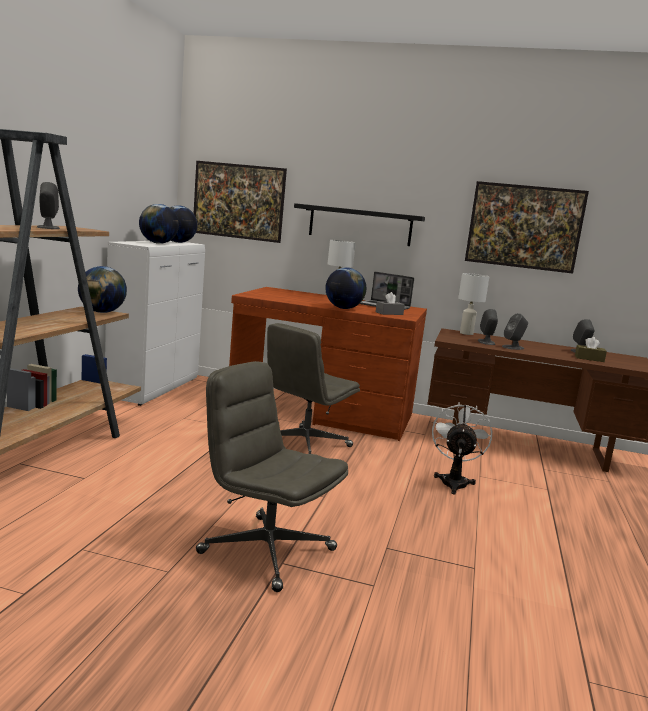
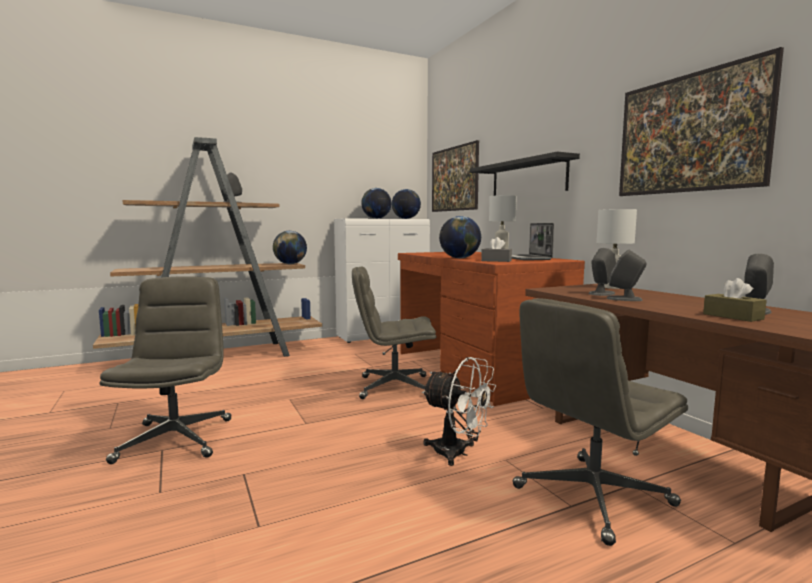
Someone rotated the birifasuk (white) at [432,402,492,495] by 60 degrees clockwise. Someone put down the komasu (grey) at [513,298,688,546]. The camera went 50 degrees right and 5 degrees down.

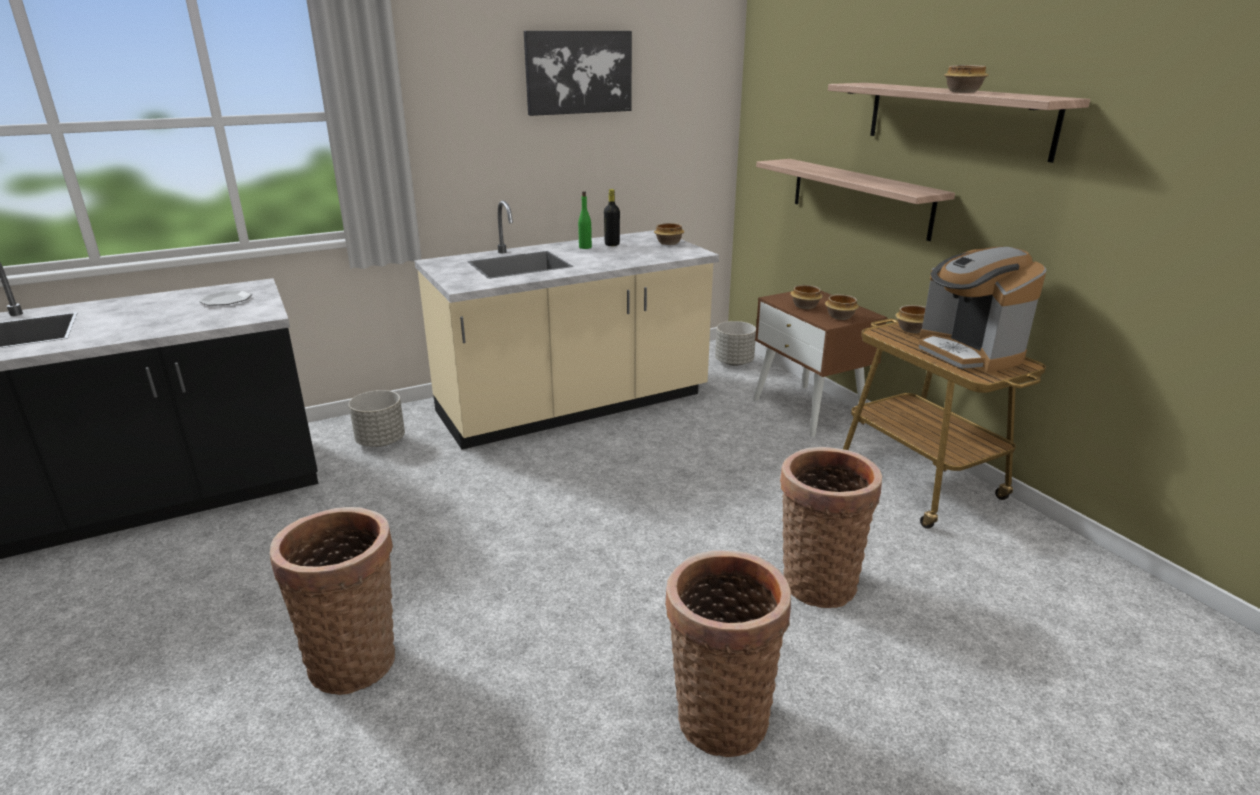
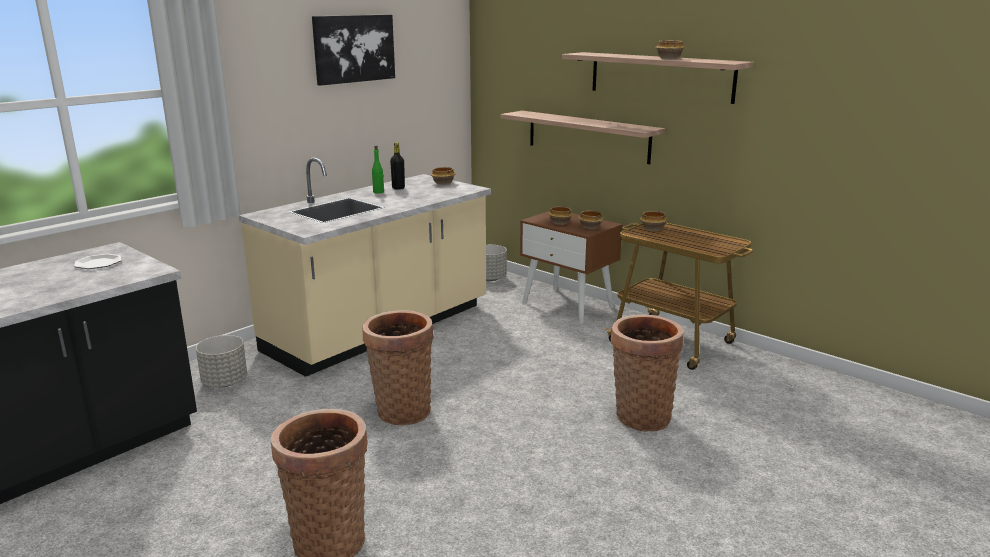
Someone took away the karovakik at [918,246,1047,372]. Someone carried the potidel from [665,550,791,757] to [362,310,434,425]. The camera went 20 degrees left and 5 degrees down.

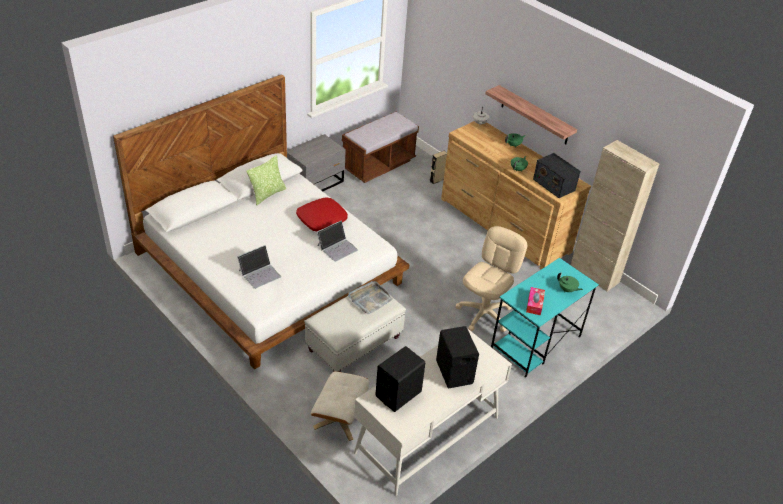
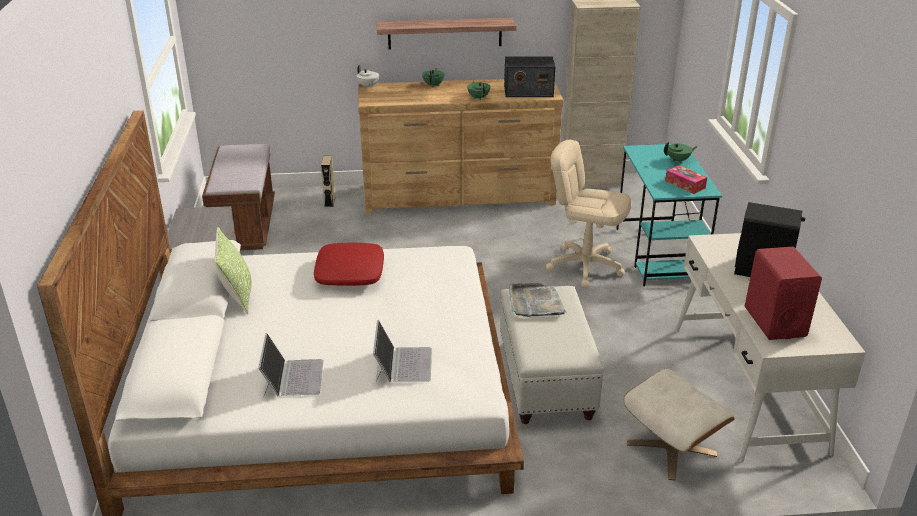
Someone carried the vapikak from [317,220,358,262] to [258,333,324,396]. Someone rotated the komasu (beige) at [455,226,527,332] by 45 degrees counterclockwise. Someone repainted the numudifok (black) at [375,346,425,412], which became the numudifok (red) at [745,247,822,340]. The camera went 50 degrees left and 10 degrees down.

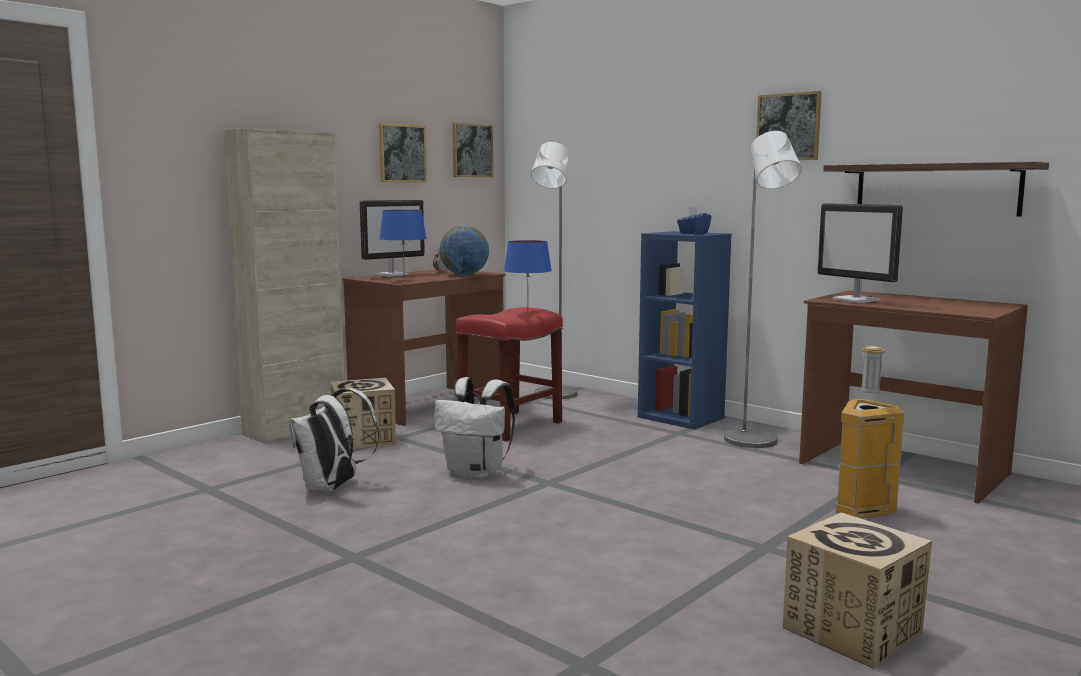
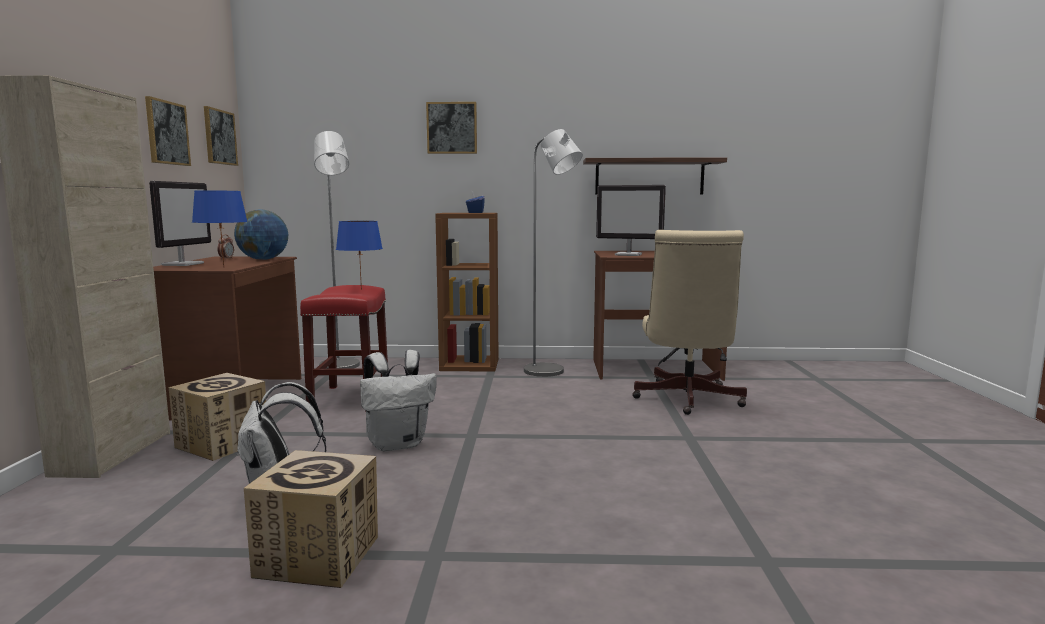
Someone carried the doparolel from [756,91,822,160] to [426,102,477,154]. Someone repainted the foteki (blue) at [638,231,731,430], which became the foteki (brown) at [435,213,498,372]. Someone swapped the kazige at [835,346,904,518] for the komasu (beige) at [632,230,747,415]. Someone carried the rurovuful from [783,512,932,669] to [244,450,378,588]. The camera went 40 degrees left and 0 degrees up.

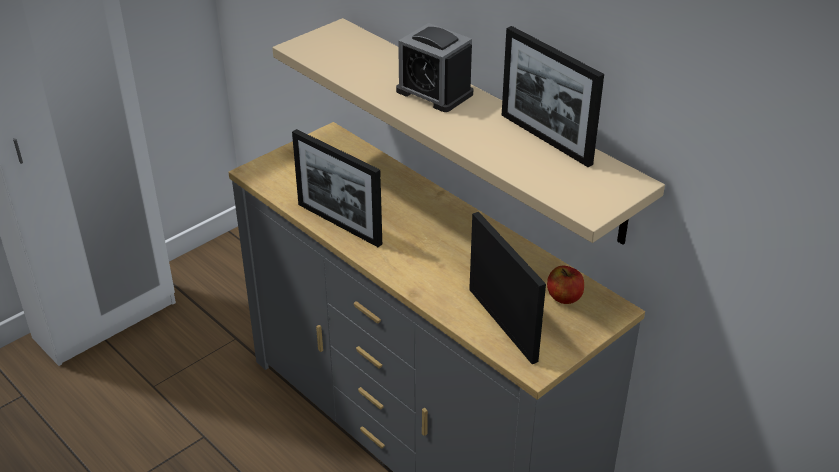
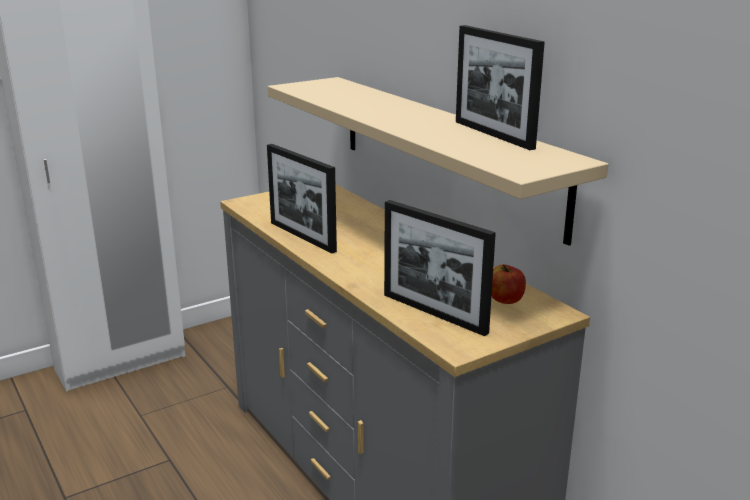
Someone took away the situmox at [396,23,473,112]. Someone rotated the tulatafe at [469,212,546,364] by 150 degrees clockwise. The camera went 10 degrees right and 15 degrees down.

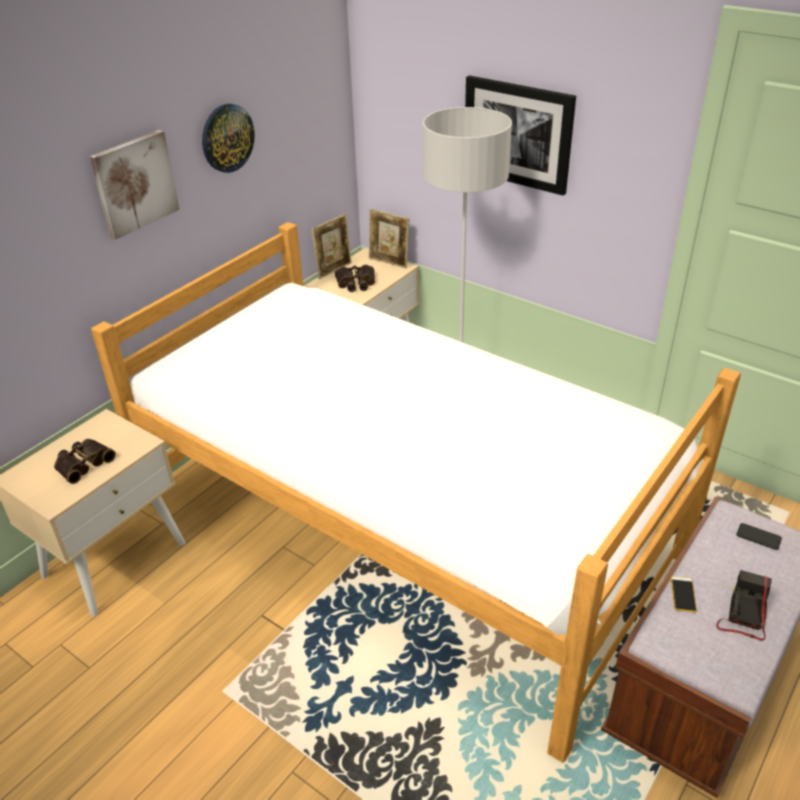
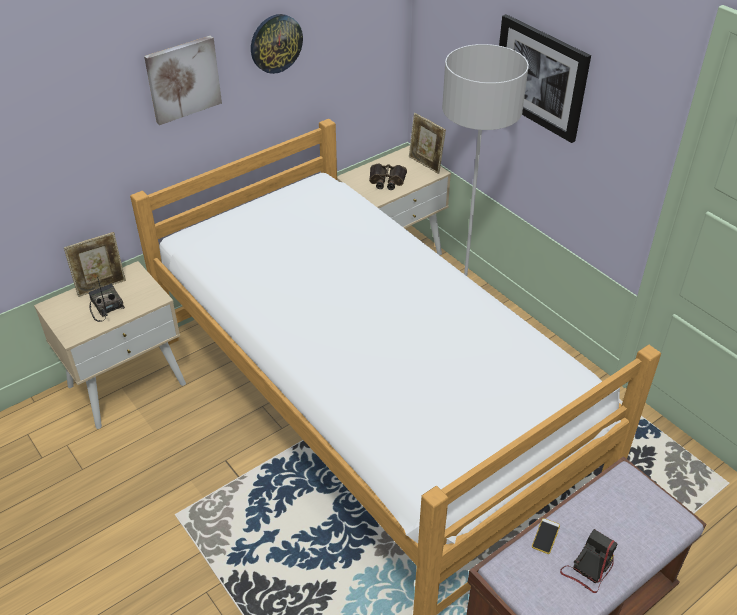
Someone carried the tulatafe from [312,214,352,279] to [64,232,126,297]. Someone swapped the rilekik at [54,439,116,484] for the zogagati at [88,277,125,322]. Someone took away the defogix at [737,523,782,550]. The camera went 15 degrees right and 5 degrees up.

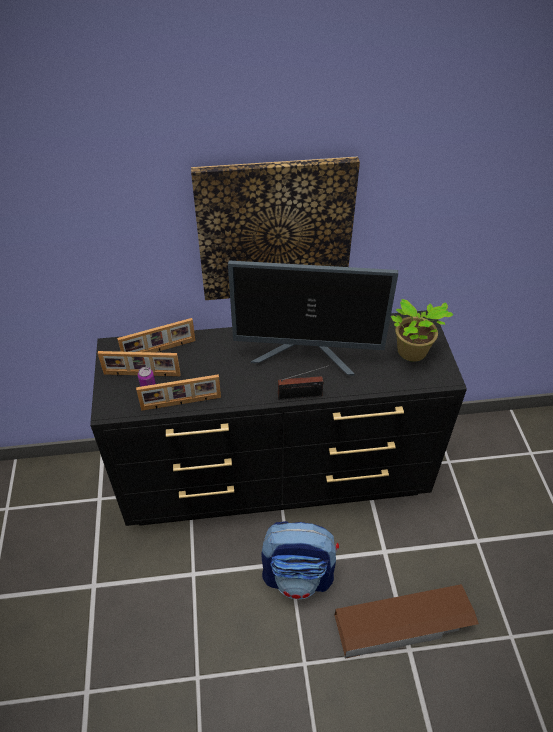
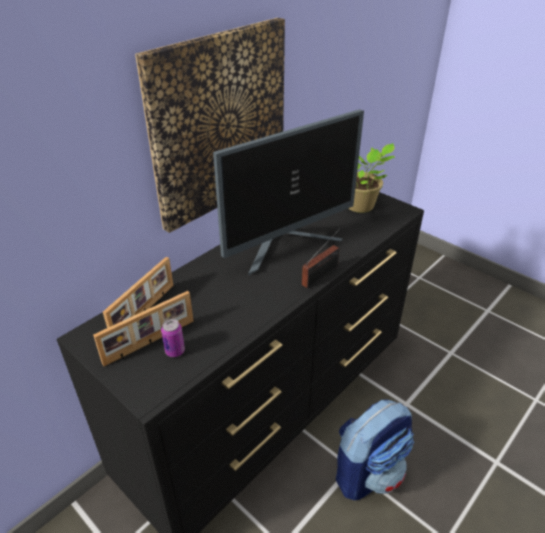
Someone took away the tulatafe at [136,374,221,411]. Someone took away the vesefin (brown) at [335,584,479,659]. The camera went 40 degrees left and 10 degrees down.

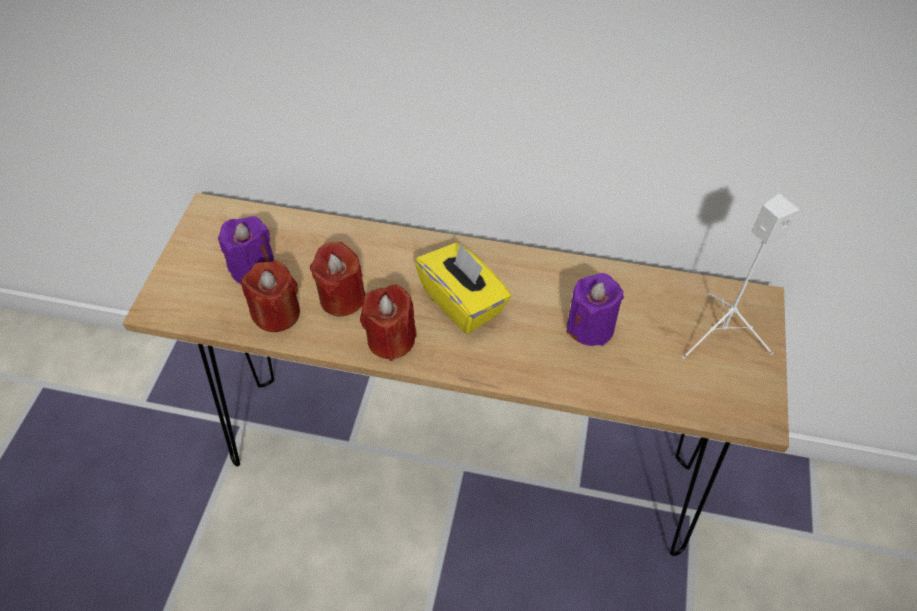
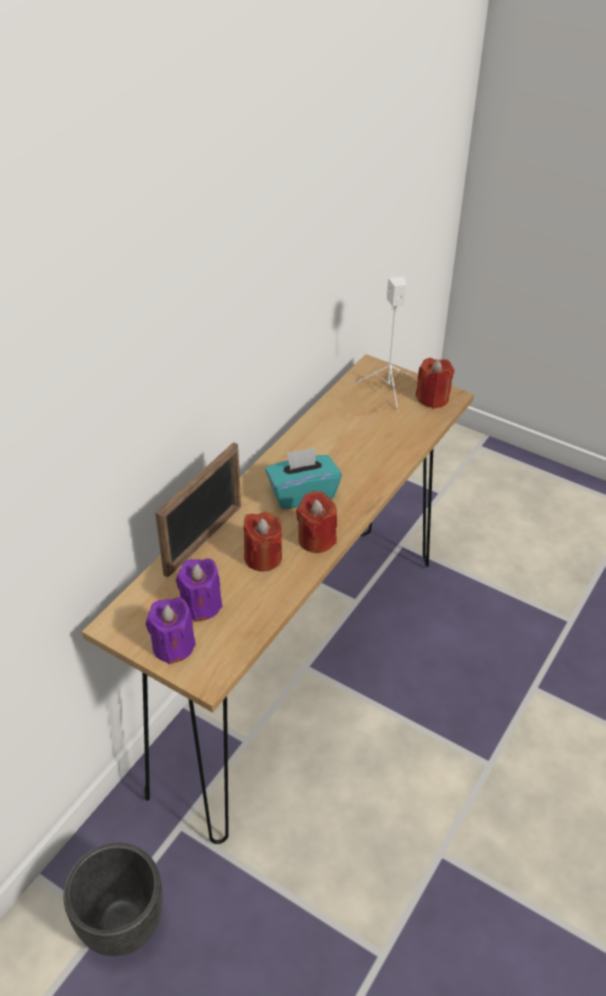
Someone repainted the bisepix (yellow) at [415,242,511,334], which became the bisepix (turquoise) at [265,448,342,510]. Someone carried the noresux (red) from [241,261,300,332] to [416,358,454,409]. Someone carried the noresux (purple) from [566,273,624,346] to [146,597,196,664]. Someone put down the tulatafe at [155,442,241,577]. Someone put down the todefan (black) at [63,843,163,956]. The camera went 70 degrees left and 10 degrees down.

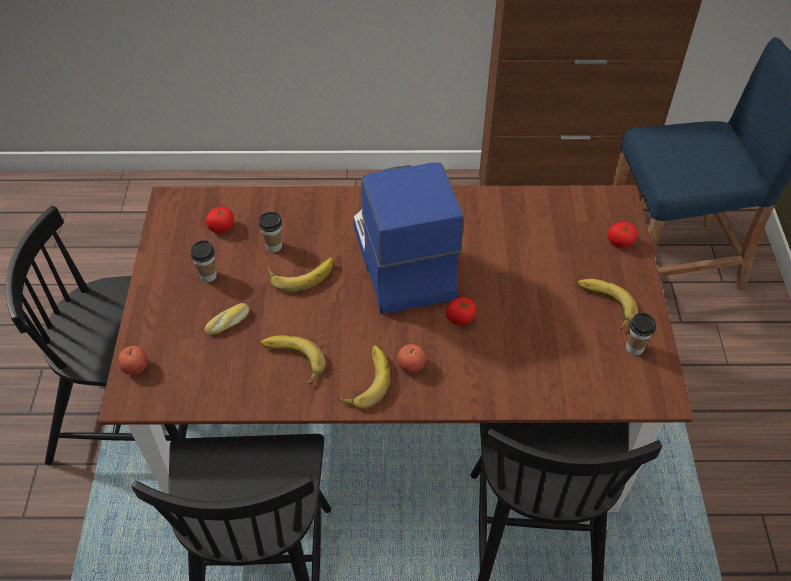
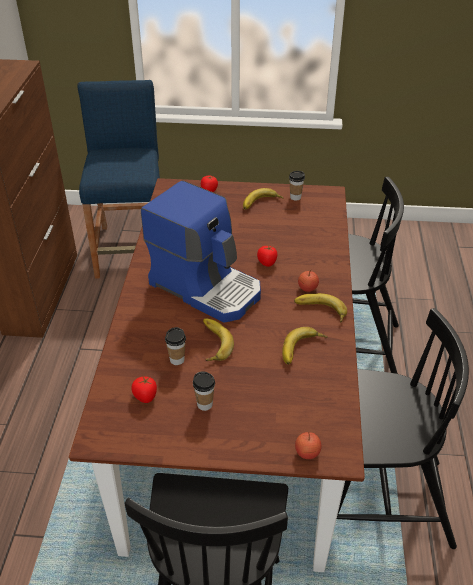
Someone rotated the karovakik at [353,162,464,314] by 135 degrees counterclockwise. Someone took away the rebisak at [204,303,250,334]. The camera went 85 degrees left and 10 degrees down.

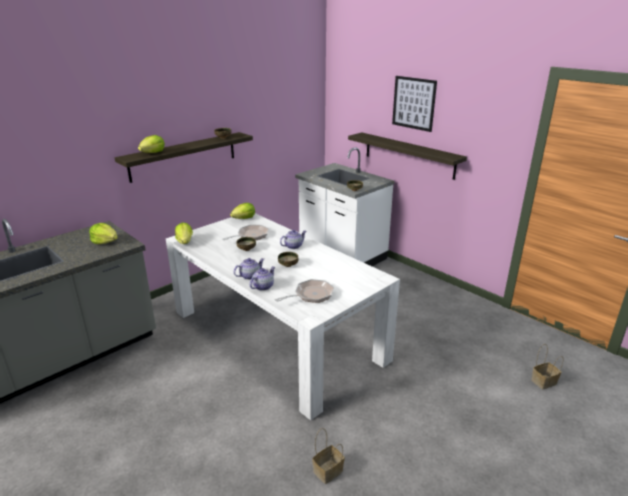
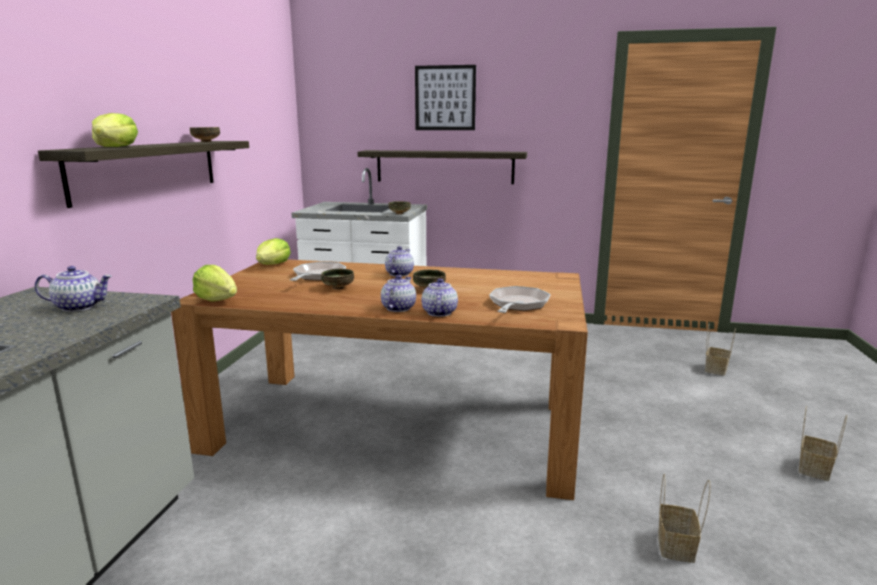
Someone repainted the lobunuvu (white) at [166,213,400,421], which became the lobunuvu (brown) at [171,259,588,500]. Someone swapped the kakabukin at [89,223,118,244] for the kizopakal at [35,266,112,312]. Someone put down the potidel at [799,406,847,481]. The camera went 35 degrees left and 10 degrees down.

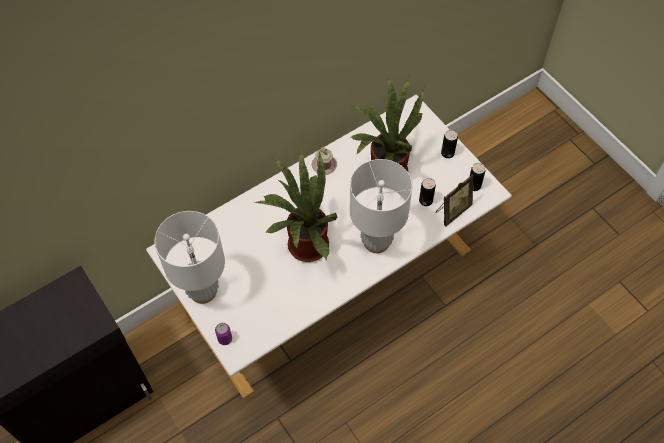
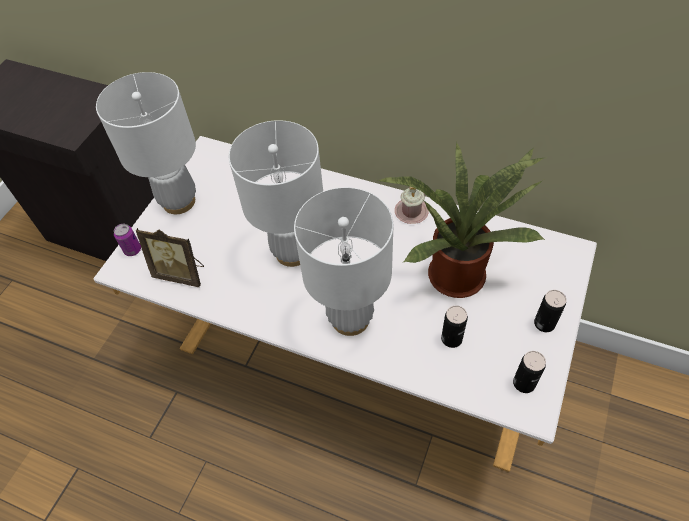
Someone swapped the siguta at [255,149,337,262] for the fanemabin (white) at [229,120,323,267]. Someone carried the tulatafe from [436,174,473,226] to [136,228,204,287]. The camera went 60 degrees right and 5 degrees down.

